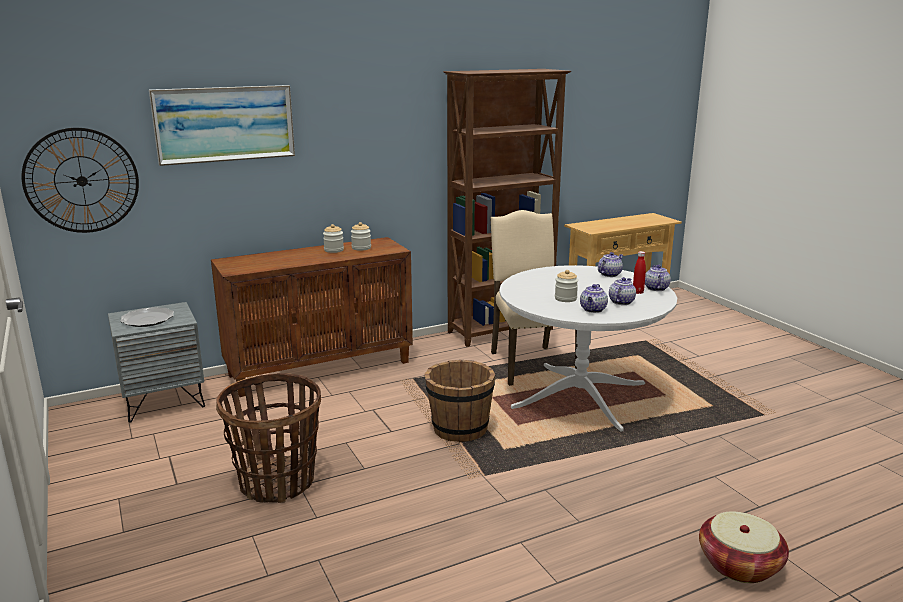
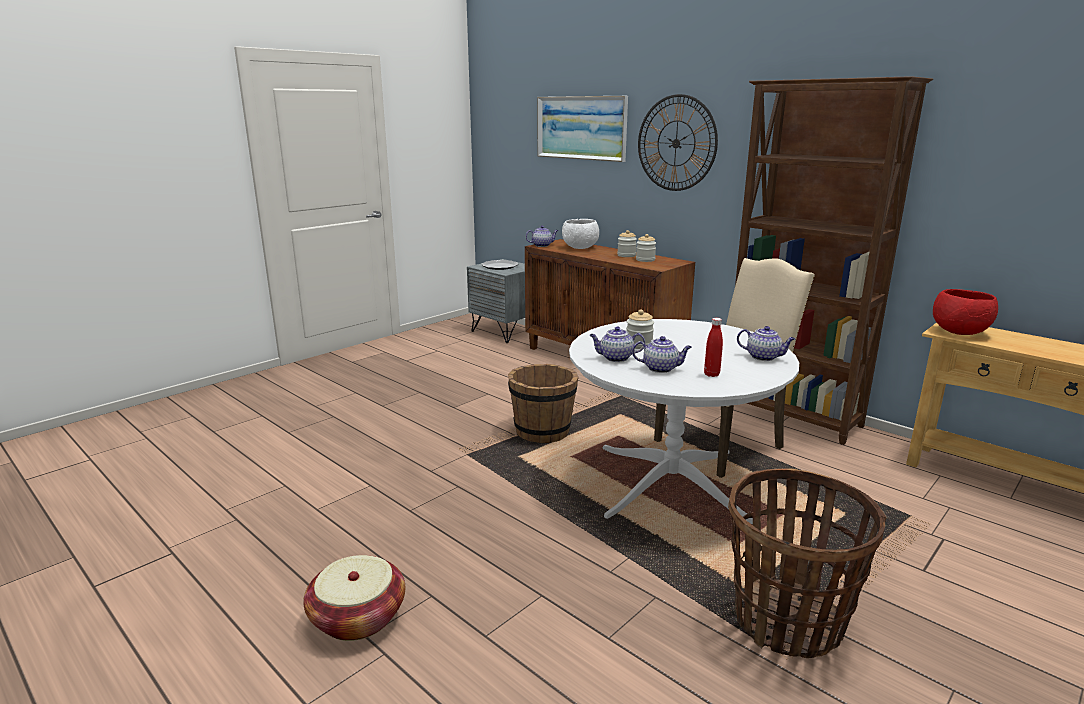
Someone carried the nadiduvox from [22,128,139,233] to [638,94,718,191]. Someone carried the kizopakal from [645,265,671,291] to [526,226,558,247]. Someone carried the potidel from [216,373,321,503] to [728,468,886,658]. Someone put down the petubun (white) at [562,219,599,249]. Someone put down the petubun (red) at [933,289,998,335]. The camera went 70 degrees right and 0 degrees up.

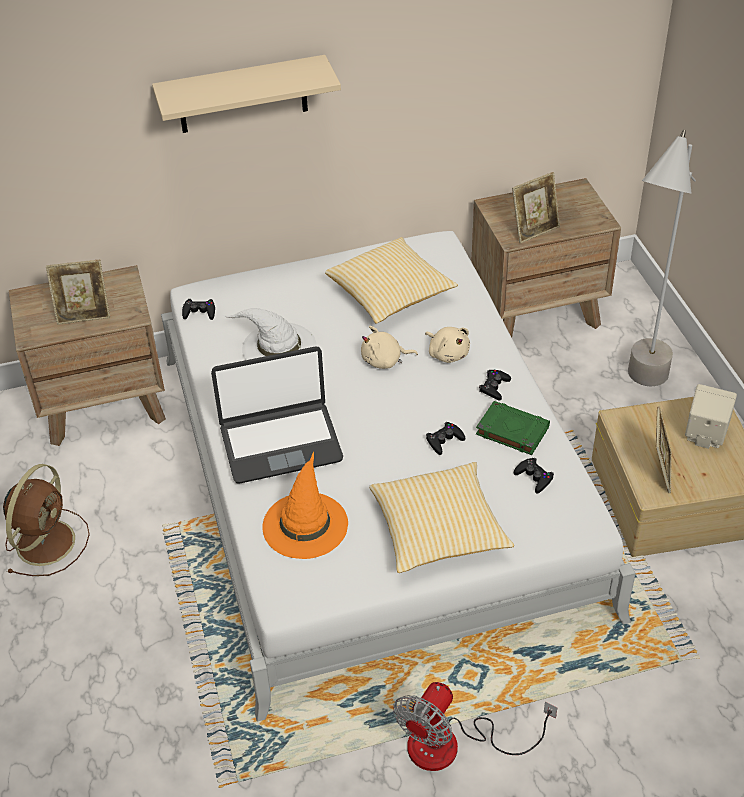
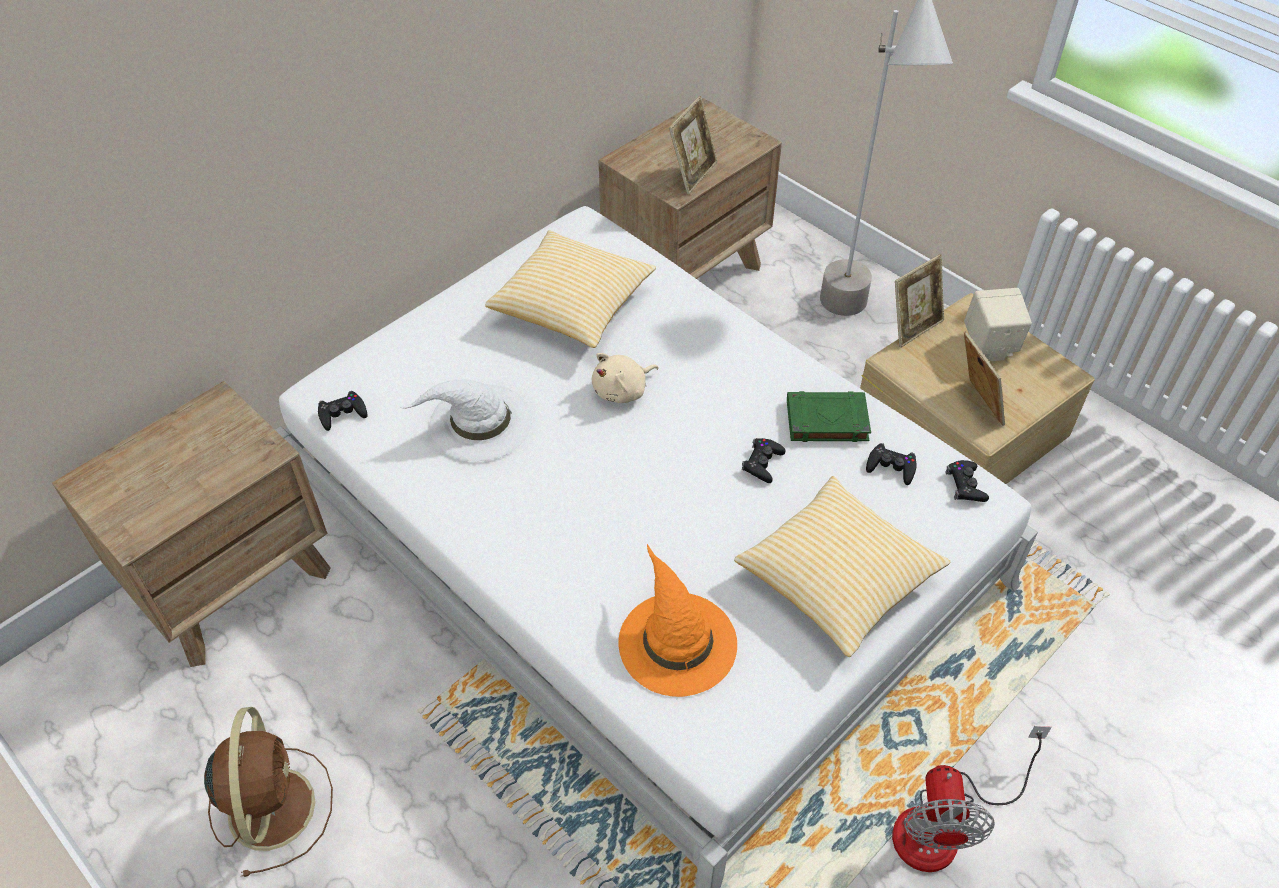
Someone took away the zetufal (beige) at [152,55,341,133]. Someone carried the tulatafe from [46,260,110,325] to [895,254,944,347]. Someone took away the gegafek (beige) at [425,327,470,363]. Someone took away the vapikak at [211,346,343,484]. Someone carried the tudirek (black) from [479,370,511,401] to [945,460,989,502]. The camera went 30 degrees left and 5 degrees up.

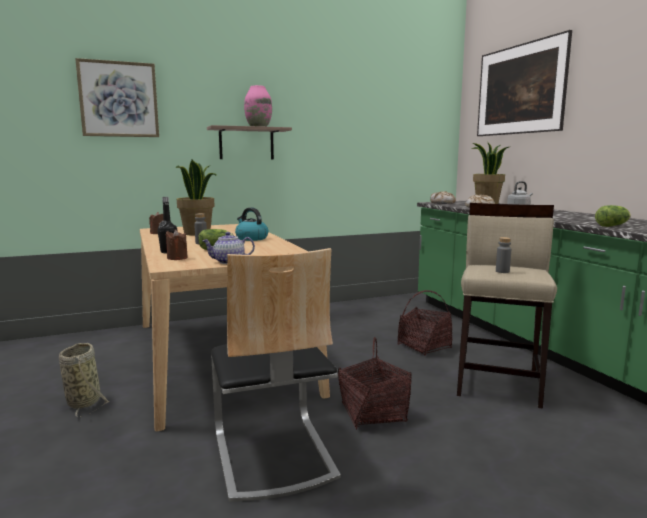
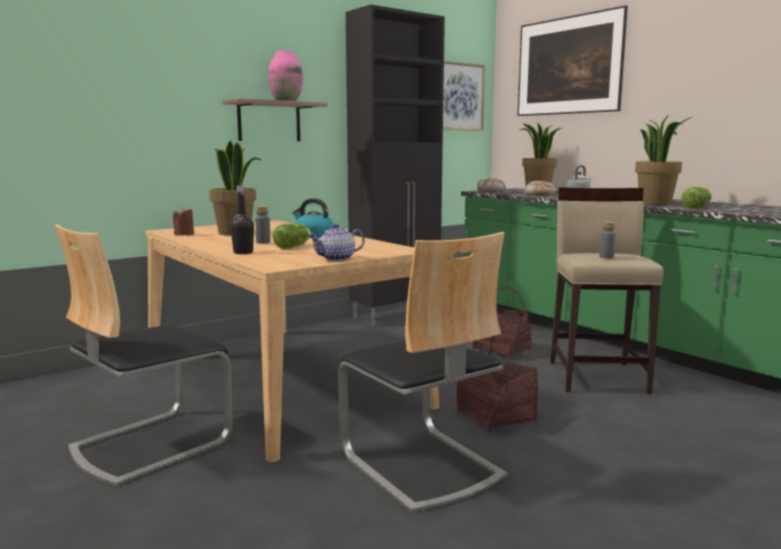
Someone carried the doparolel from [75,58,159,137] to [443,61,485,131]. Someone took away the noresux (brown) at [166,230,188,260]. Someone swapped the potidel at [59,343,109,417] for the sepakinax at [55,224,232,486]. Someone put down the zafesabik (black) at [346,4,445,326]. Someone put down the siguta at [635,116,692,205]. The camera went 15 degrees left and 0 degrees up.

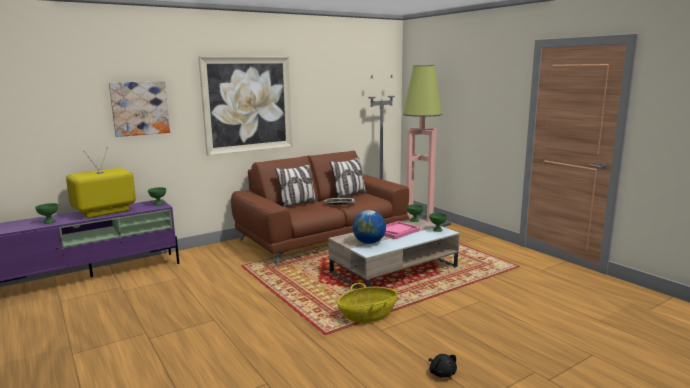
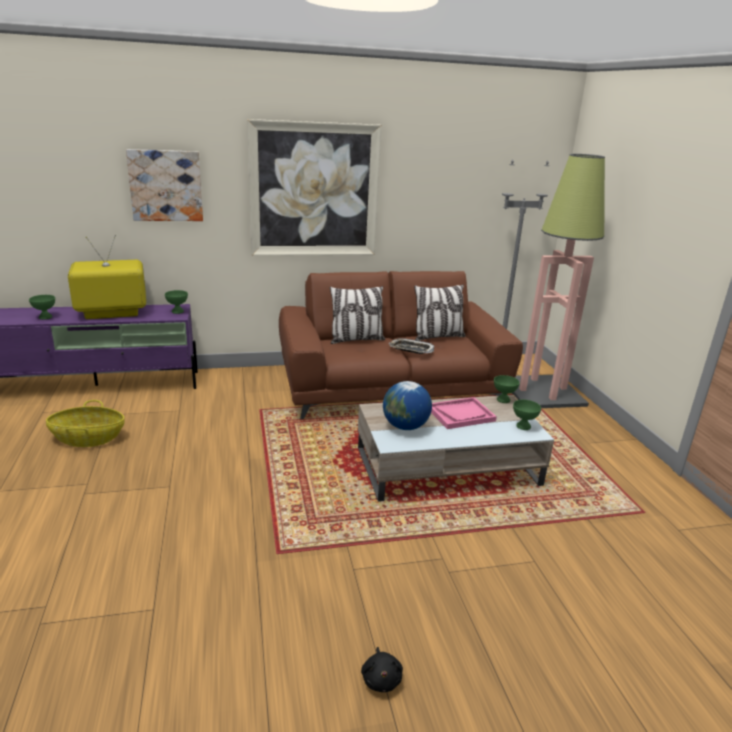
Someone carried the potidel from [338,283,397,323] to [46,400,125,447]. The camera went 20 degrees right and 10 degrees up.

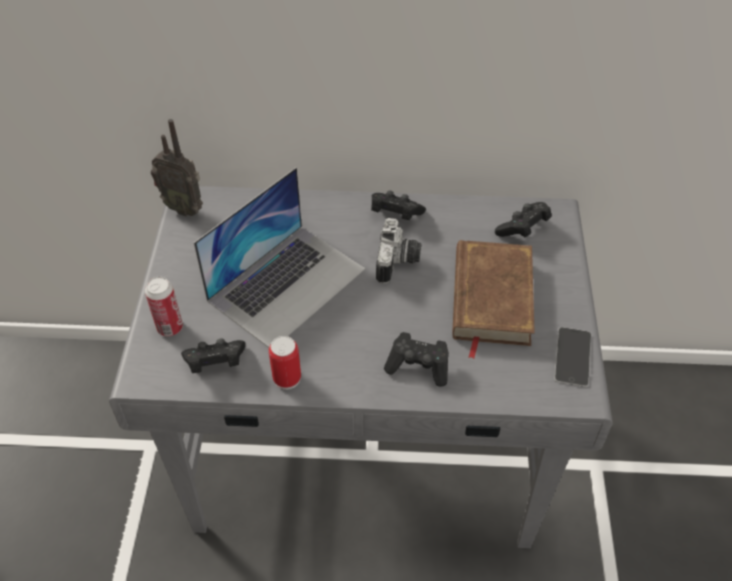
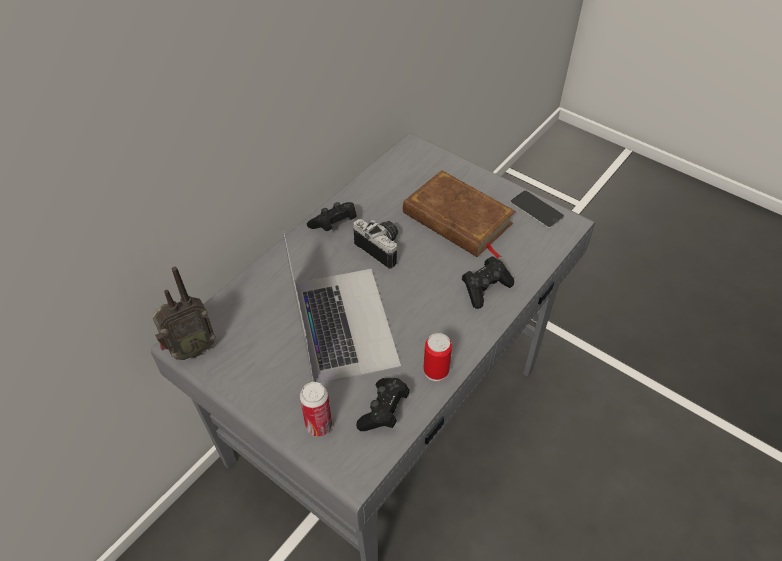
Someone took away the tudirek (black) at [495,202,552,237]. The camera went 55 degrees left and 0 degrees up.

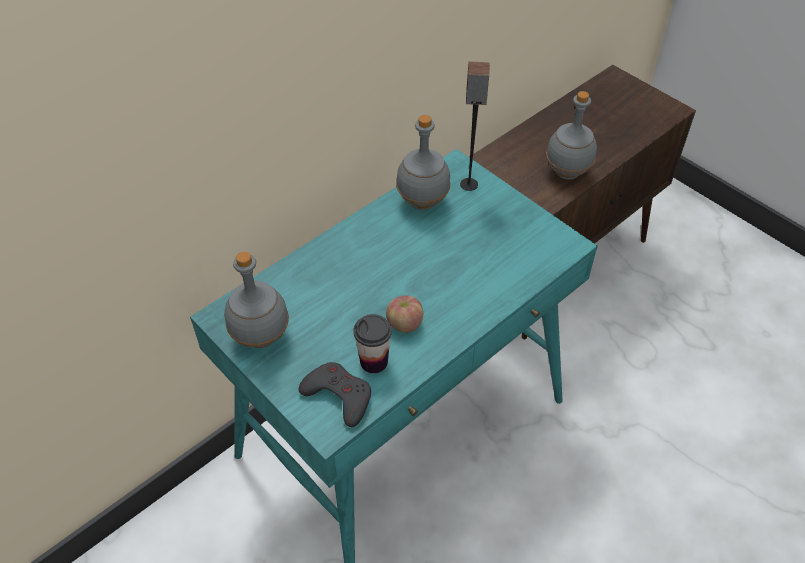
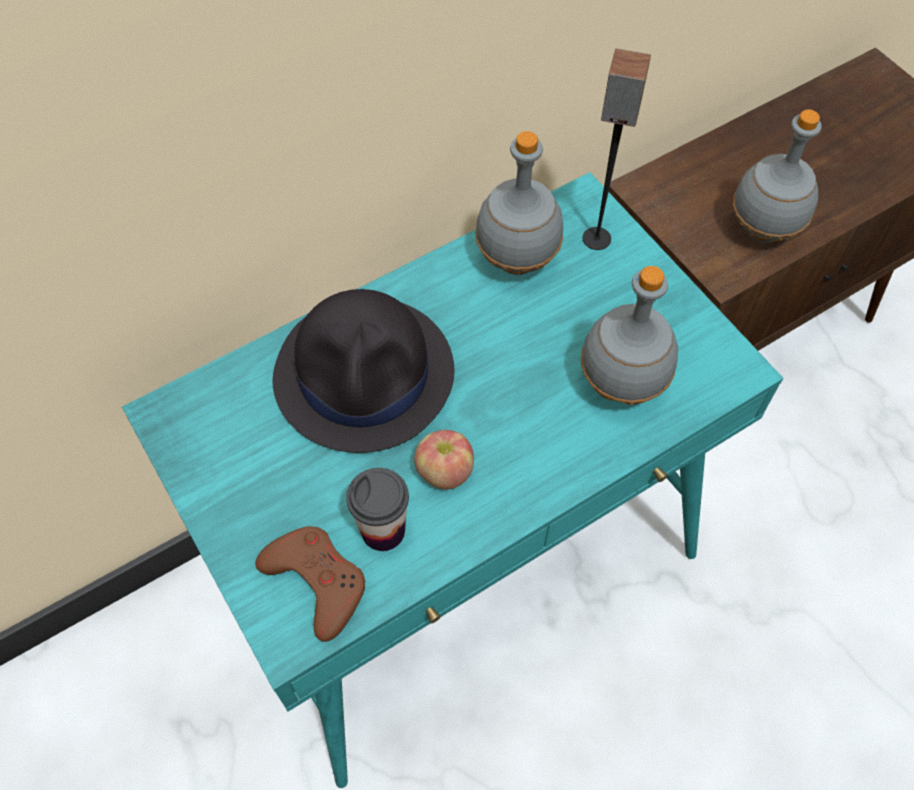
Someone carried the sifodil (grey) from [224,251,289,348] to [580,266,678,405]. Someone repainted the tudirek (grey) at [299,362,371,427], which became the tudirek (brown) at [255,526,365,642]. Someone put down the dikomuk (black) at [272,289,454,453]. The camera went 10 degrees right and 10 degrees up.

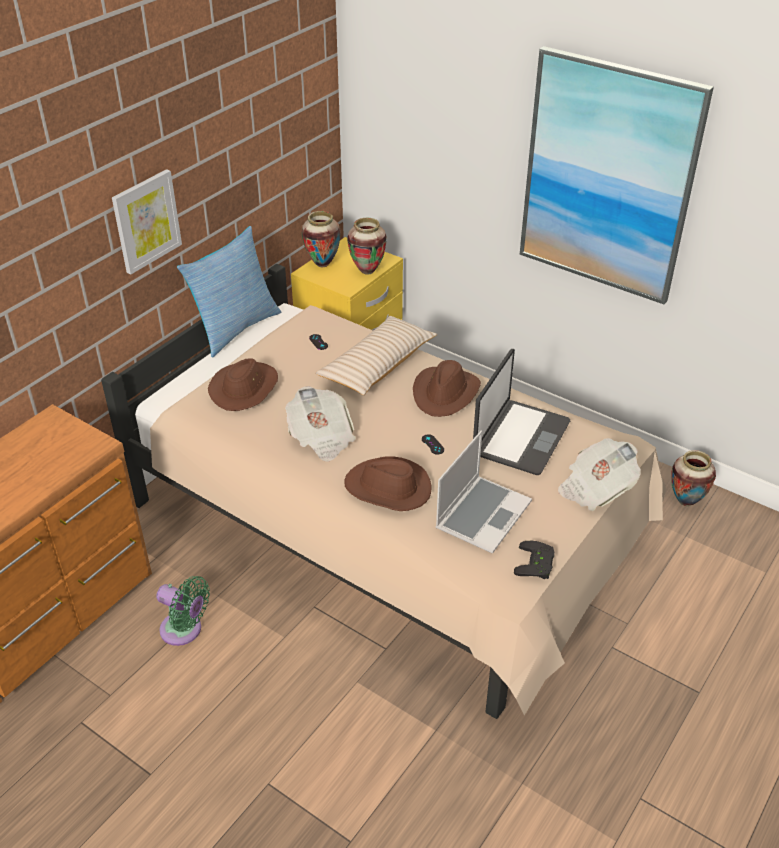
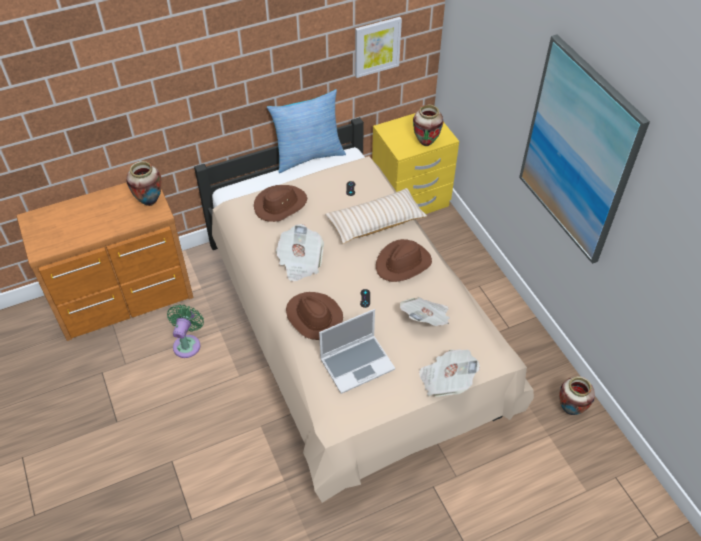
Someone carried the doparolel from [112,169,182,275] to [355,17,402,78]. Someone carried the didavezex from [302,211,340,267] to [127,161,161,206]. Someone swapped the vapikak at [473,349,570,475] for the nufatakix at [400,297,450,326]. Someone took away the tudirek (black) at [514,541,554,579]. Someone rotated the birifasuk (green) at [156,576,210,646] by 135 degrees counterclockwise. The camera went 30 degrees right and 10 degrees up.

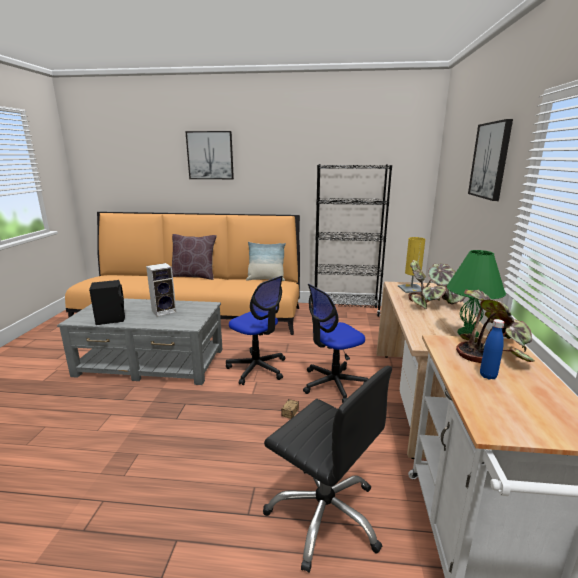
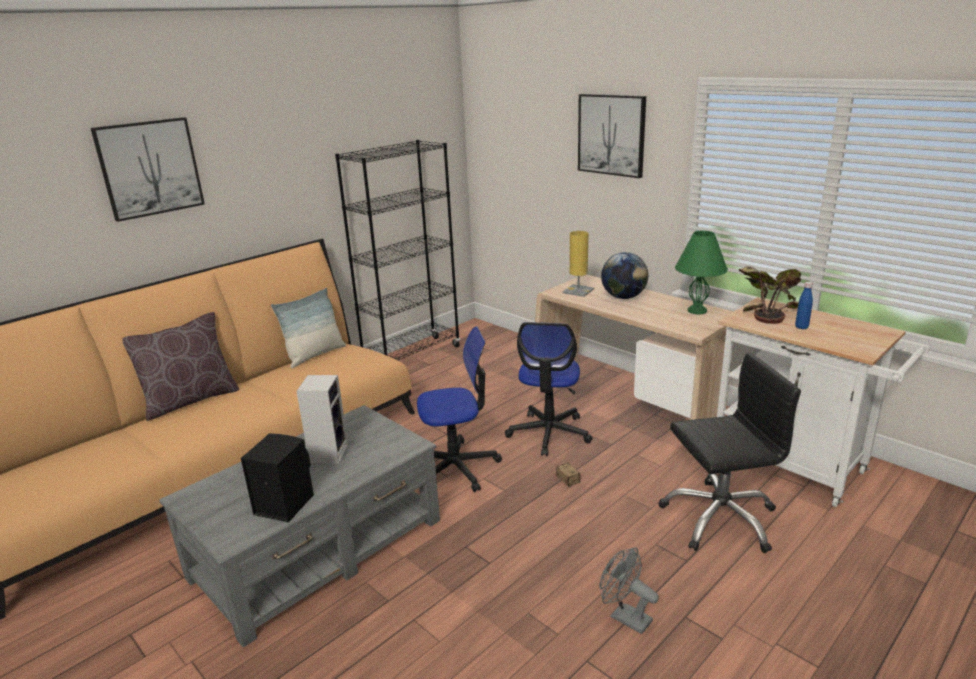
Someone swapped the siguta at [408,260,465,309] for the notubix at [601,252,648,299]. Someone put down the birifasuk (grey) at [599,547,659,634]. The camera went 50 degrees left and 5 degrees up.

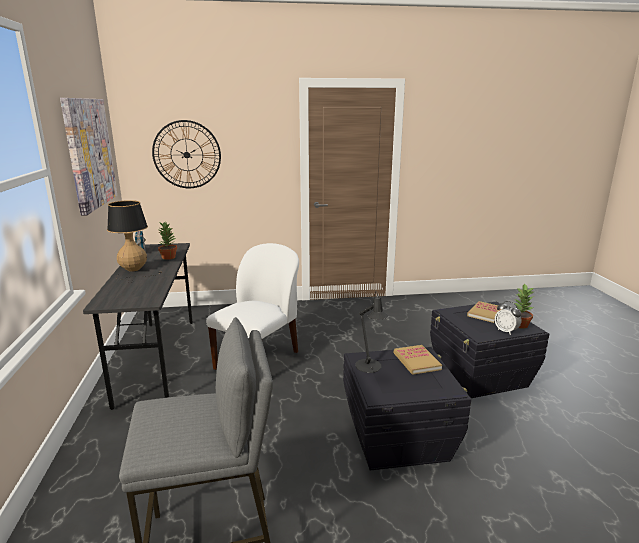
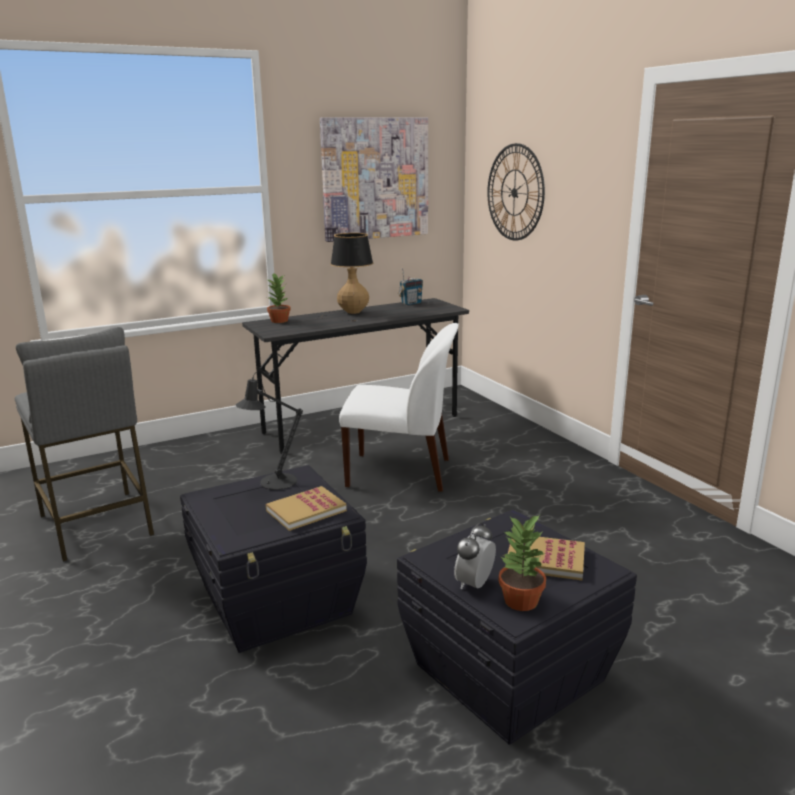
Someone carried the siguta from [158,221,177,260] to [267,273,291,323]. The camera went 70 degrees right and 0 degrees up.

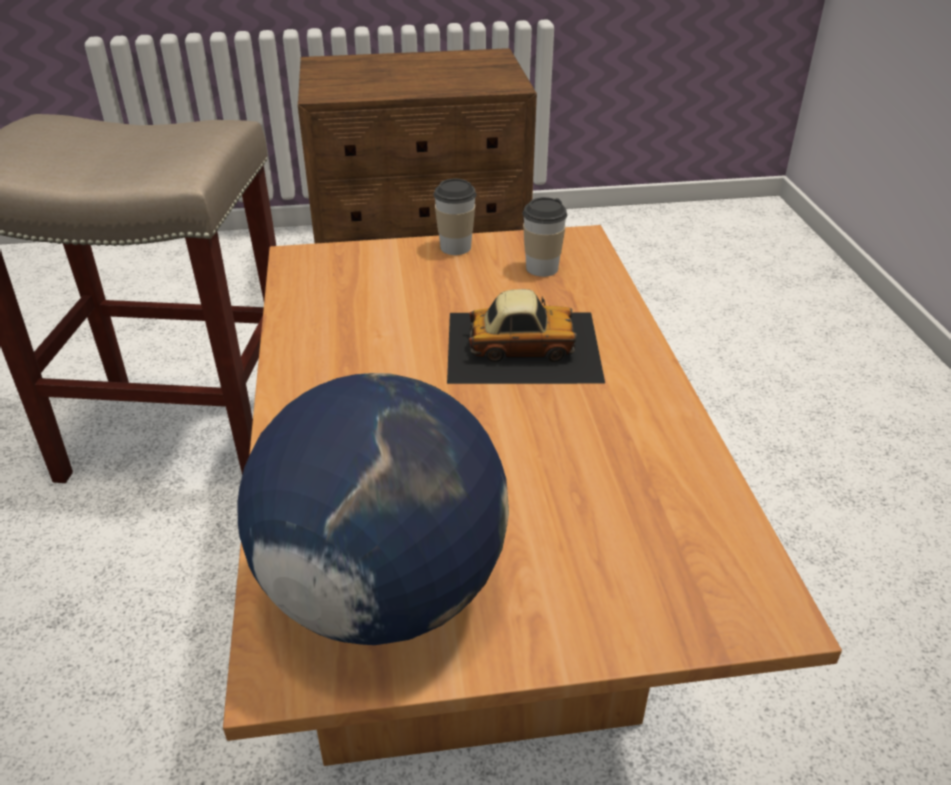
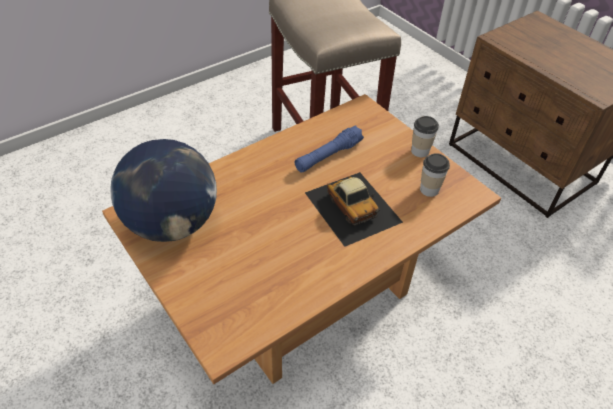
Someone put down the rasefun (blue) at [295,125,364,173]. The camera went 60 degrees right and 10 degrees up.

